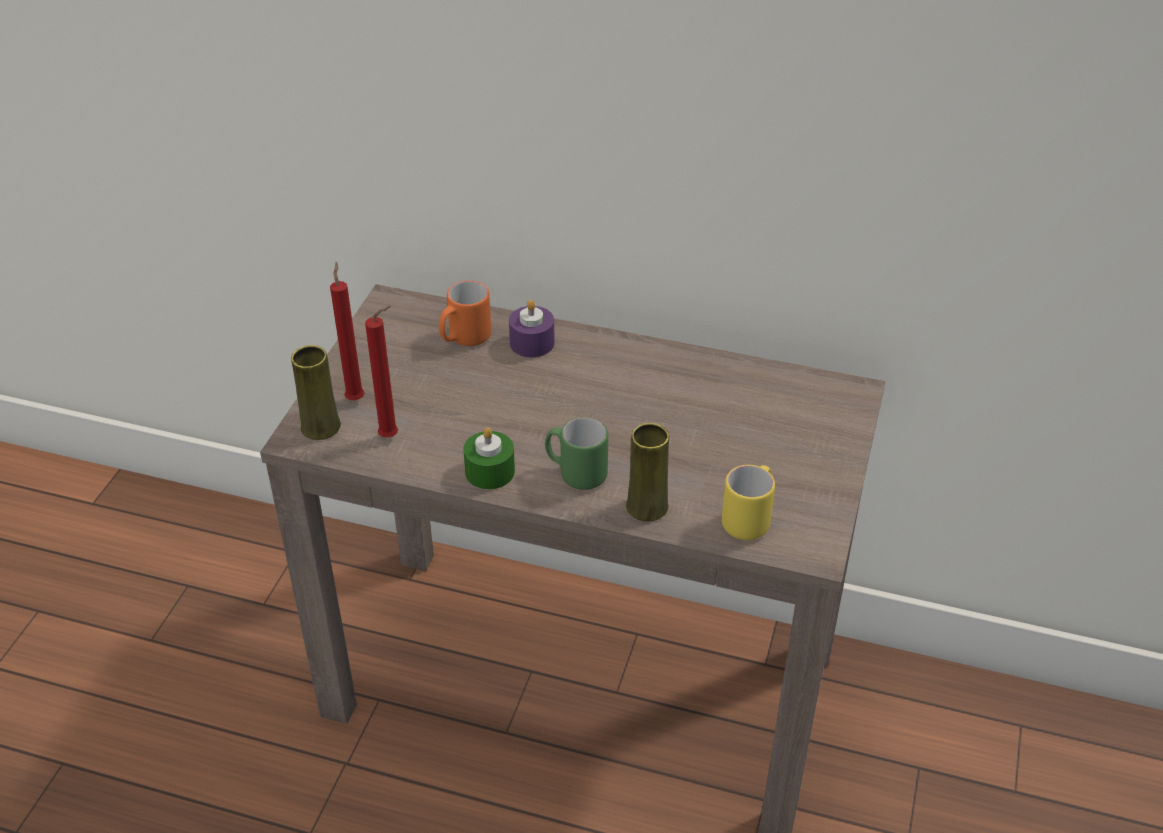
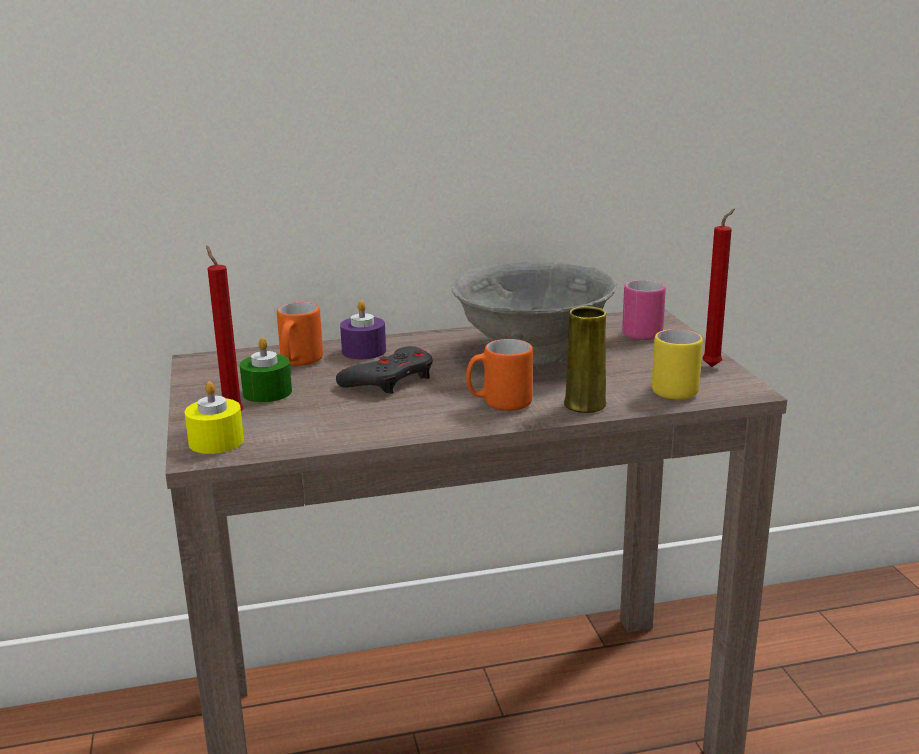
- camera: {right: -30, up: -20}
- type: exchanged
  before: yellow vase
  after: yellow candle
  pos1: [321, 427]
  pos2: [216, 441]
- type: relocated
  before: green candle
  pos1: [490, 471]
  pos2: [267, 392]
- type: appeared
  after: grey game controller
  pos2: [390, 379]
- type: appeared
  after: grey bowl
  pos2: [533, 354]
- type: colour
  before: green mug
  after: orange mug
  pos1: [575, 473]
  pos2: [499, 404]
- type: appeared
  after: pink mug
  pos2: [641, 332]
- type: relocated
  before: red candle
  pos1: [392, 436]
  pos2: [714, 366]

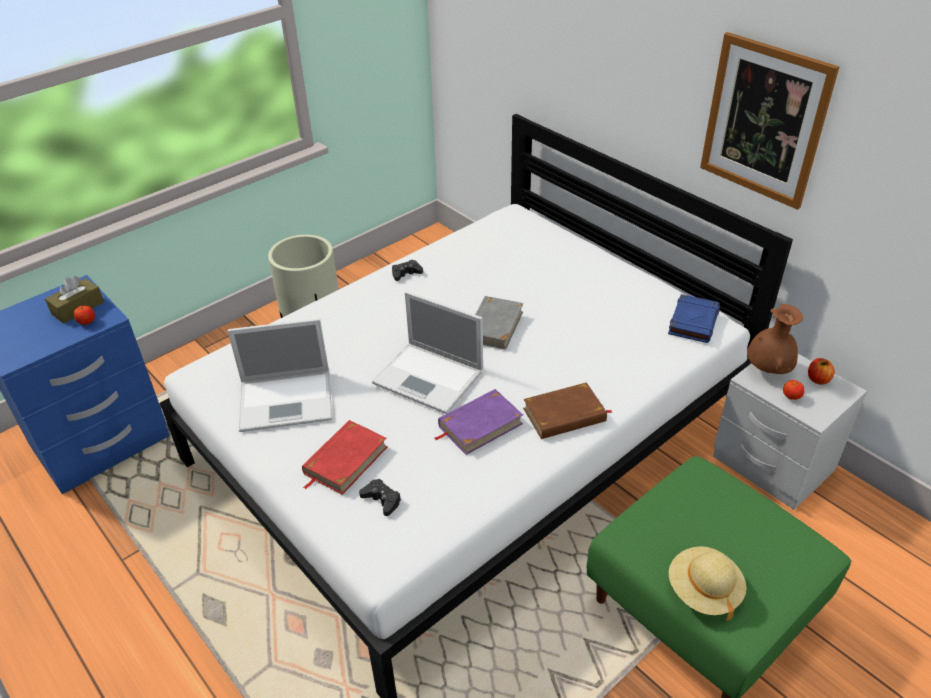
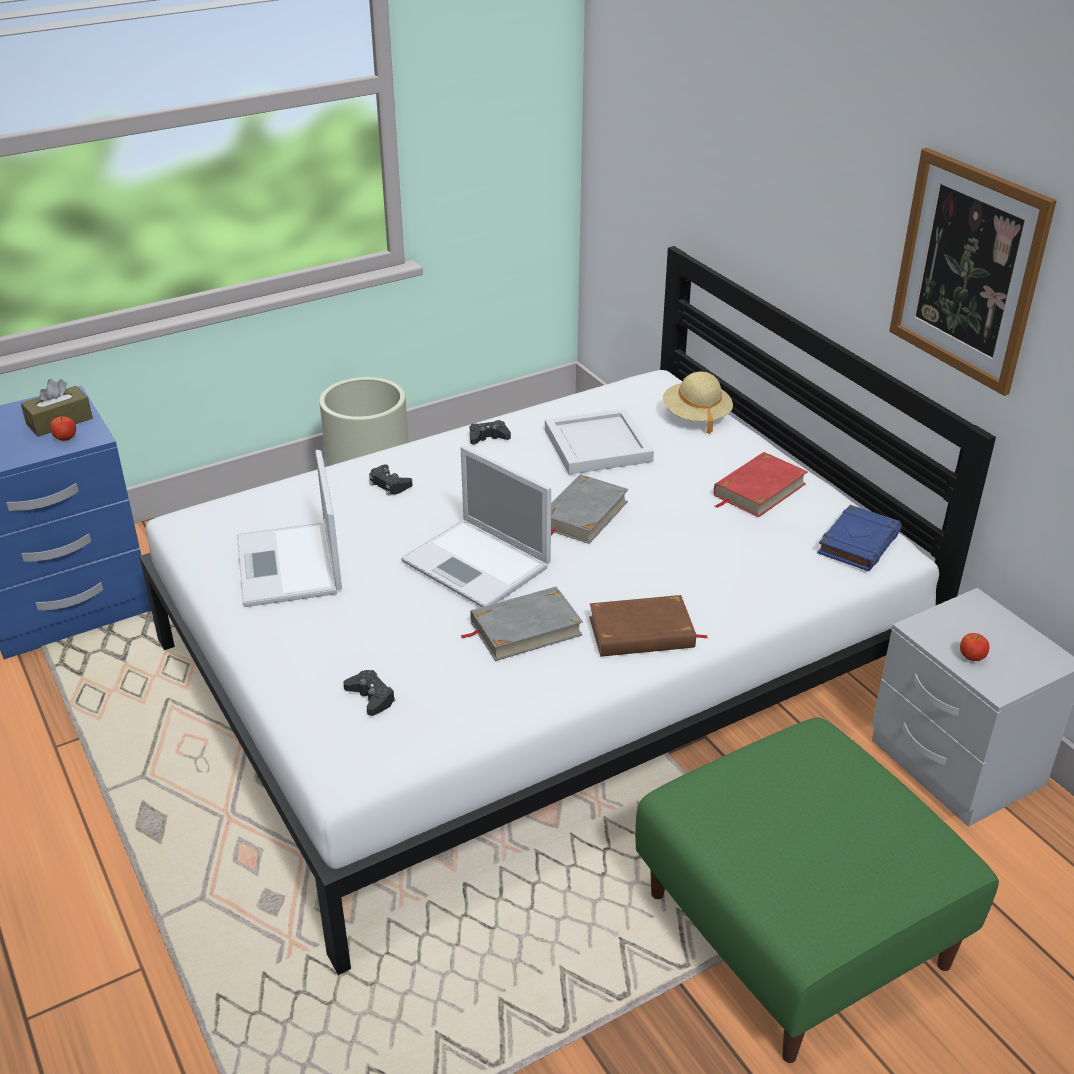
- camera: {right: 10, up: -5}
- type: spun
  before: laptop
  pos1: [288, 400]
  pos2: [290, 566]
  turn: 75
- type: appeared
  after: black game controller
  pos2: [389, 484]
- type: colour
  before: purple book
  after: grey book
  pos1: [479, 425]
  pos2: [525, 628]
- type: appeared
  after: white tray
  pos2: [596, 445]
- type: relocated
  before: beige hat
  pos1: [703, 590]
  pos2: [696, 416]
- type: relocated
  before: red book
  pos1: [345, 460]
  pos2: [758, 489]
- type: missing
  before: brown vase
  pos1: [768, 370]
- type: missing
  before: apple
  pos1: [818, 379]

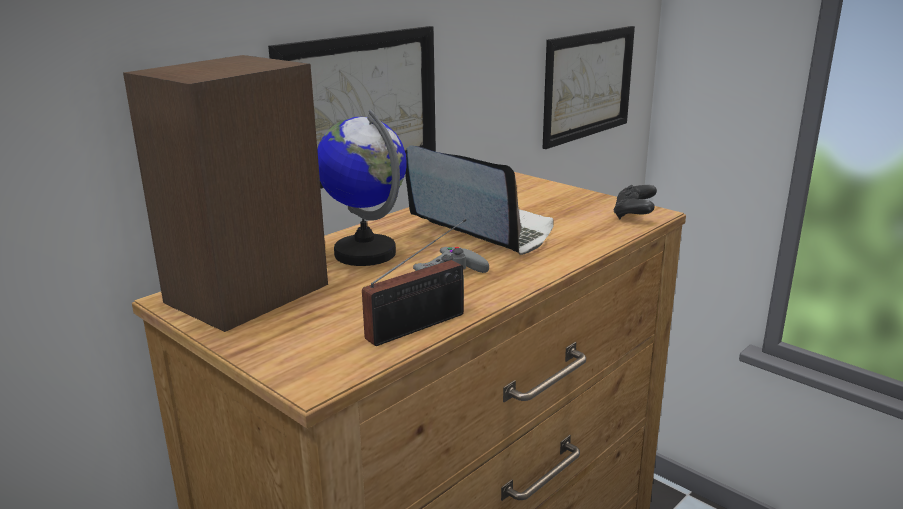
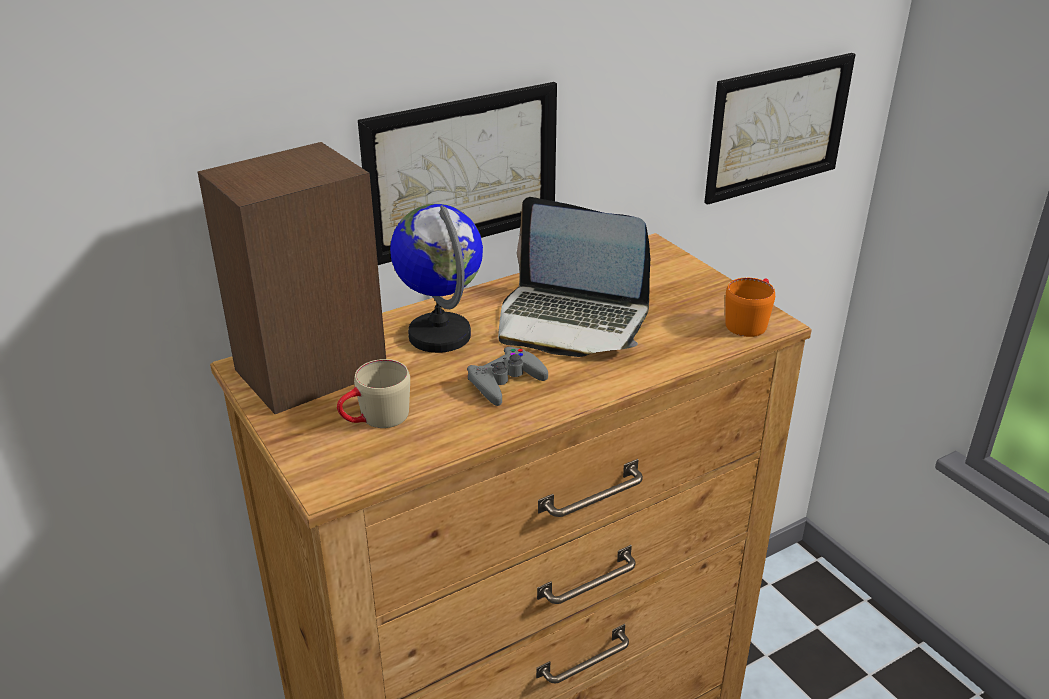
- camera: {right: 15, up: 10}
- type: appeared
  after: beige mug
  pos2: [375, 419]
- type: spun
  before: laptop
  pos1: [481, 230]
  pos2: [571, 321]
  turn: 150
- type: exchanged
  before: black game controller
  after: orange mug
  pos1: [634, 214]
  pos2: [749, 321]
- type: missing
  before: radio
  pos1: [421, 325]

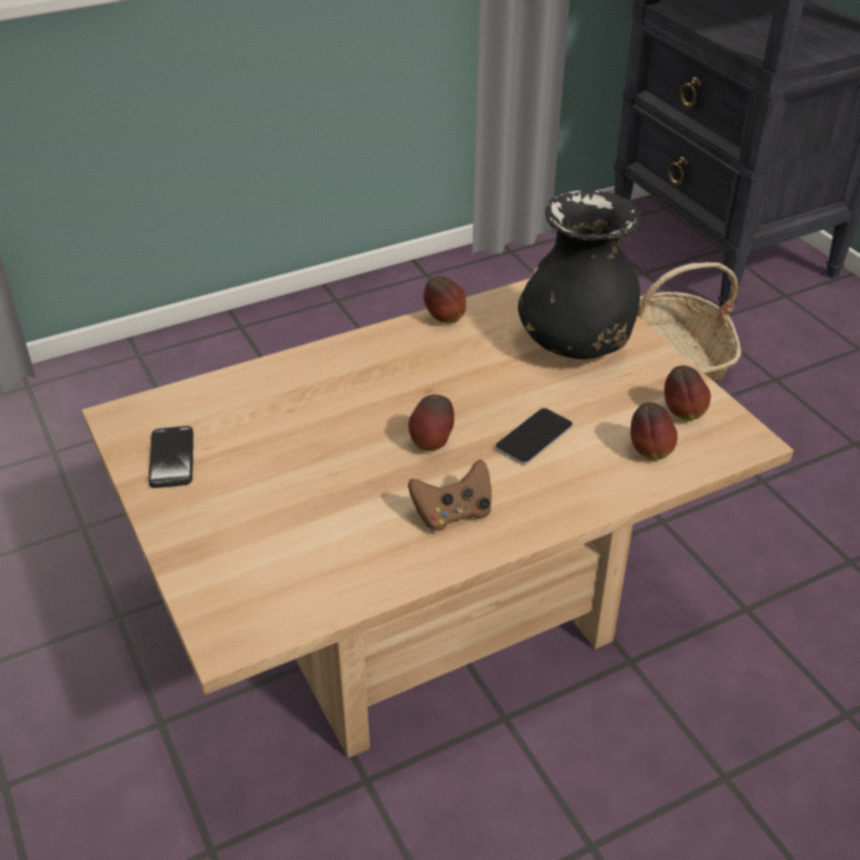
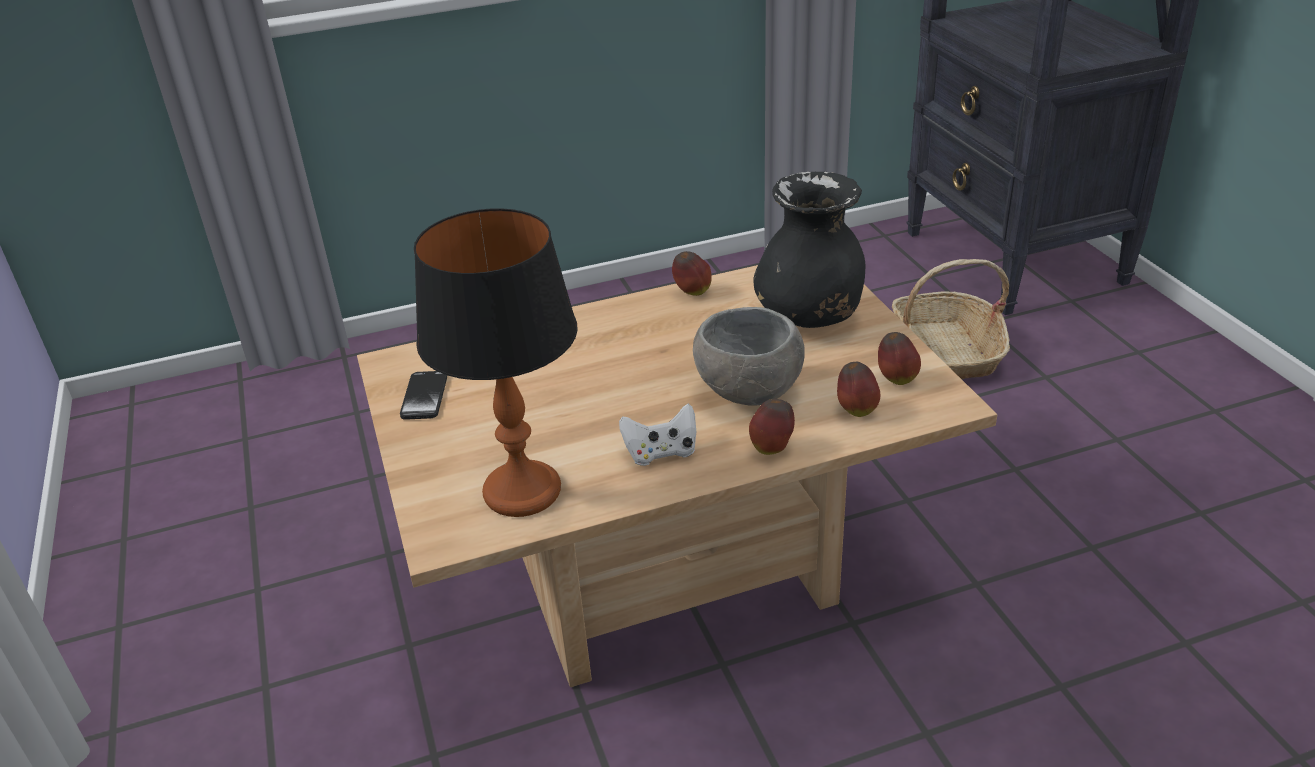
- camera: {right: 10, up: -5}
- type: appeared
  after: table lamp
  pos2: [522, 492]
- type: colour
  before: brown game controller
  after: white game controller
  pos1: [453, 514]
  pos2: [661, 453]
- type: exchanged
  before: phone
  after: grey bowl
  pos1: [534, 437]
  pos2: [751, 393]
- type: relocated
  before: apple
  pos1: [432, 444]
  pos2: [772, 448]

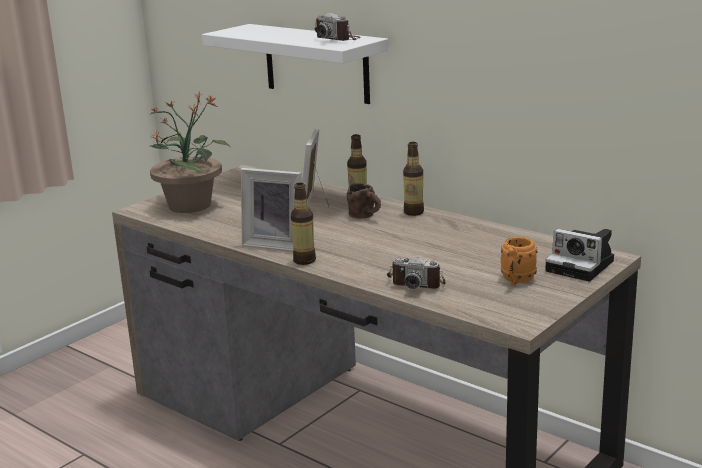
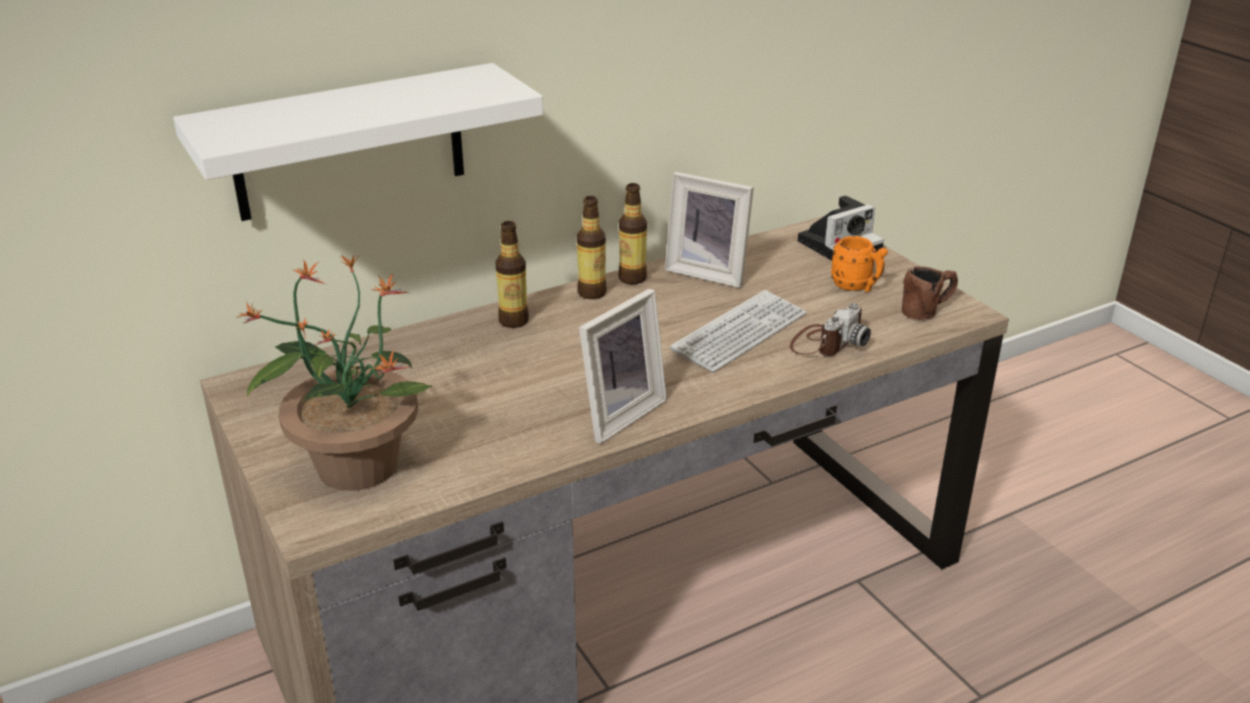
- camera: {right: -70, up: 10}
- type: relocated
  before: bottle
  pos1: [304, 260]
  pos2: [632, 278]
- type: relocated
  before: picture frame
  pos1: [317, 204]
  pos2: [709, 272]
- type: appeared
  after: keyboard
  pos2: [740, 333]
- type: relocated
  before: brown mug
  pos1: [366, 217]
  pos2: [928, 310]
- type: missing
  before: photo camera
  pos1: [337, 39]

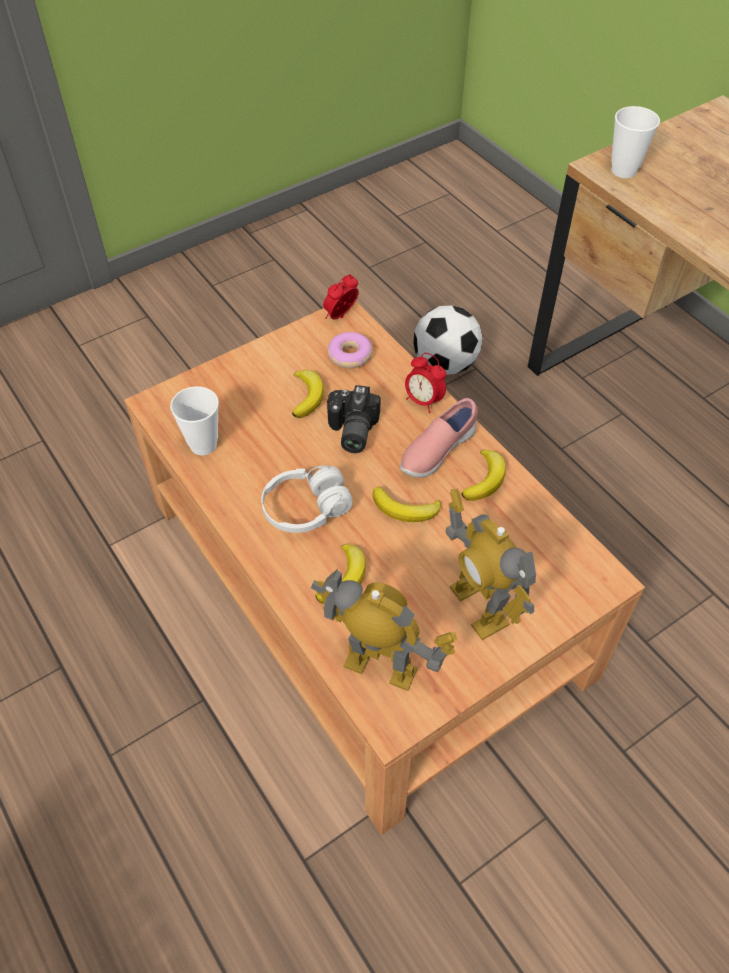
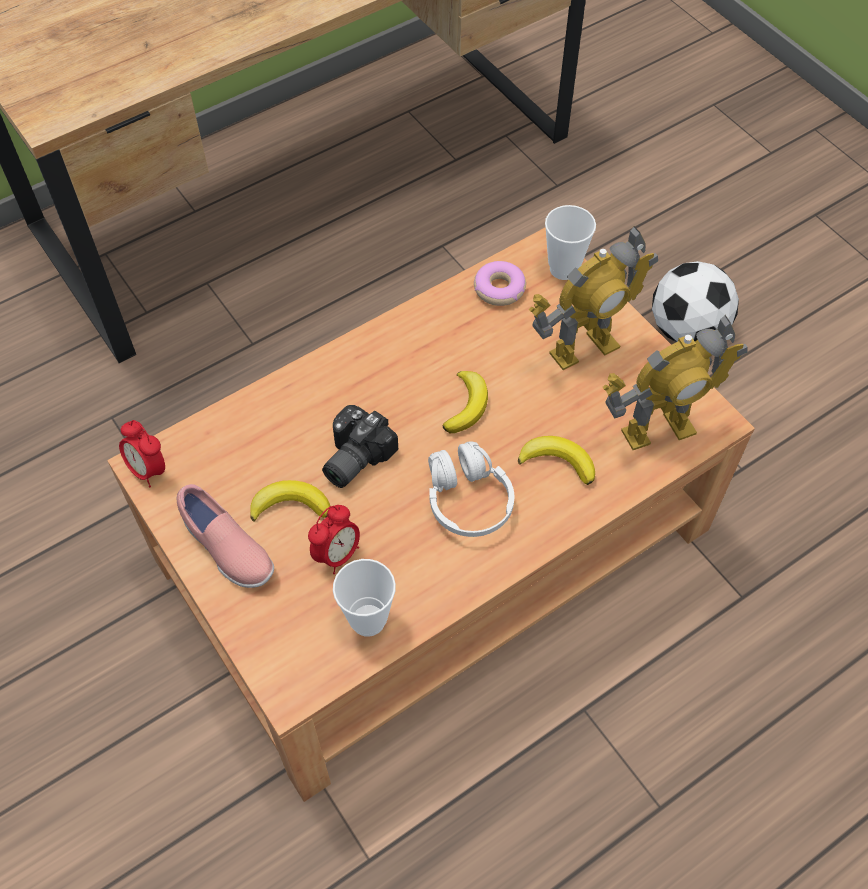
- camera: {right: -90, up: 5}
- type: relocated
  before: pink shoe
  pos1: [436, 451]
  pos2: [226, 549]
- type: relocated
  before: alarm clock
  pos1: [423, 401]
  pos2: [337, 554]
- type: spun
  before: photo camera
  pos1: [350, 431]
  pos2: [352, 457]
  turn: 120
- type: relocated
  before: donut
  pos1: [349, 355]
  pos2: [499, 289]
- type: relocated
  before: cup
  pos1: [623, 170]
  pos2: [563, 269]
- type: spun
  before: toy robot
  pos1: [380, 666]
  pos2: [657, 430]
  turn: -135
- type: relocated
  before: football
  pos1: [445, 364]
  pos2: [687, 329]
- type: missing
  before: banana
  pos1: [485, 479]

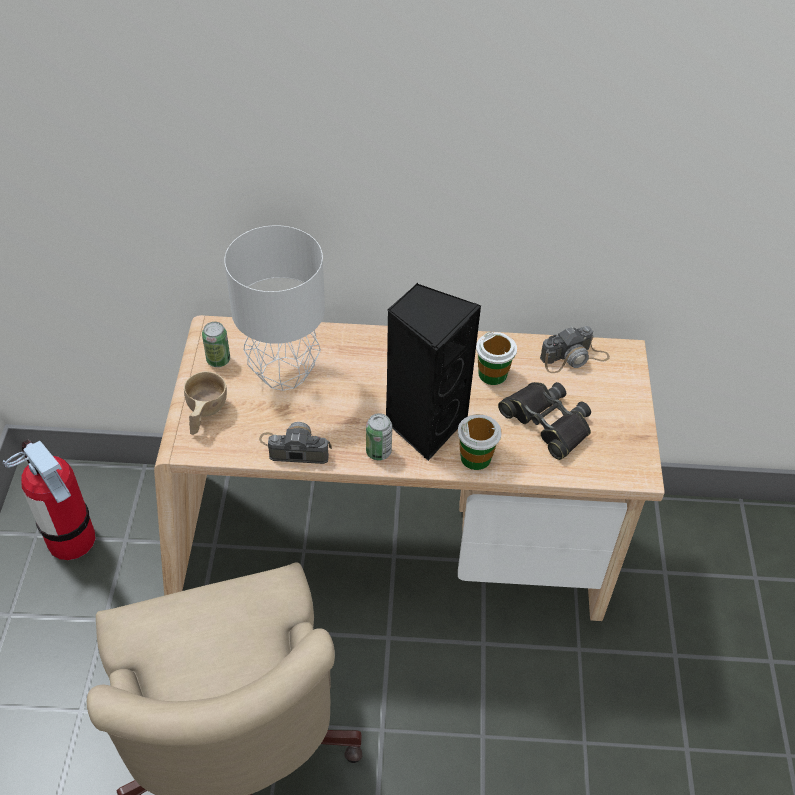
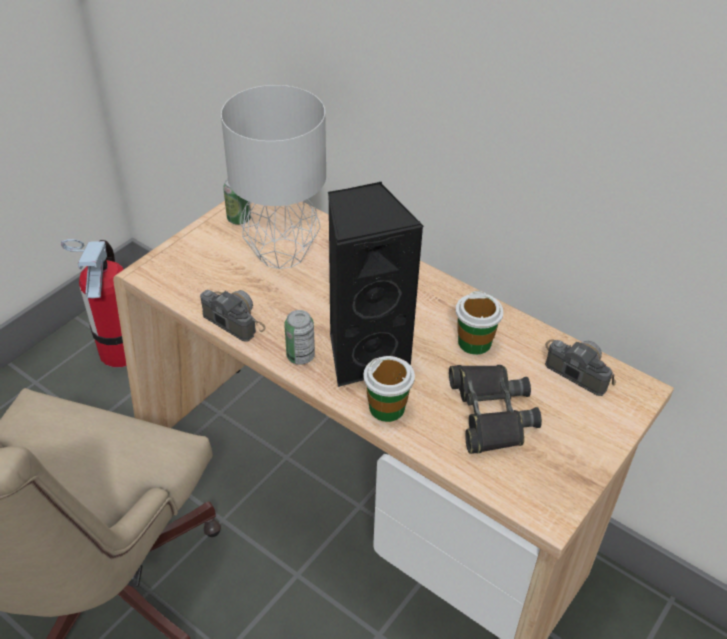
- camera: {right: 35, up: -5}
- type: spun
  before: photo camera
  pos1: [574, 357]
  pos2: [576, 367]
  turn: -150
- type: missing
  before: beige cup
  pos1: [204, 414]

